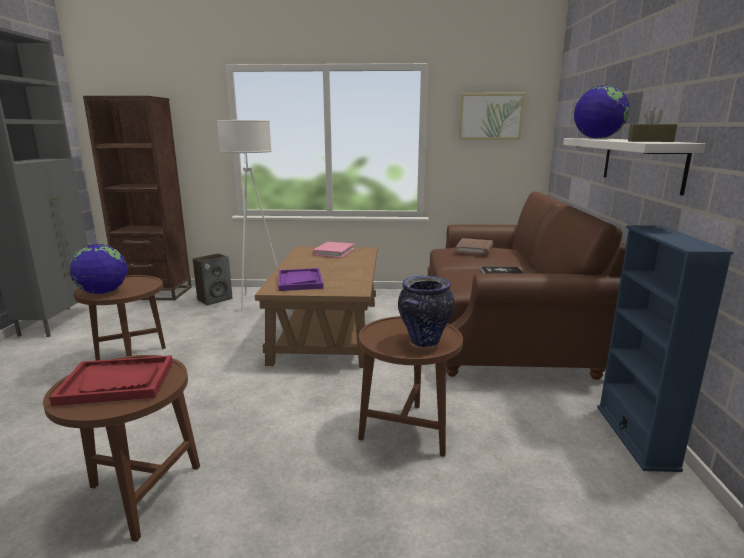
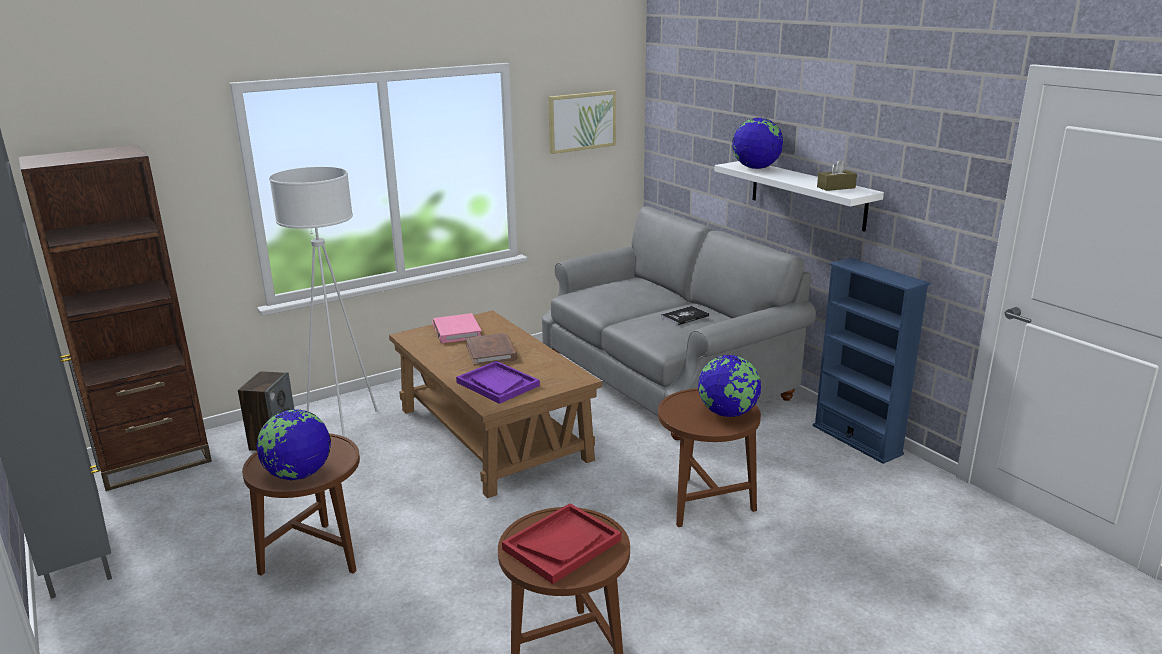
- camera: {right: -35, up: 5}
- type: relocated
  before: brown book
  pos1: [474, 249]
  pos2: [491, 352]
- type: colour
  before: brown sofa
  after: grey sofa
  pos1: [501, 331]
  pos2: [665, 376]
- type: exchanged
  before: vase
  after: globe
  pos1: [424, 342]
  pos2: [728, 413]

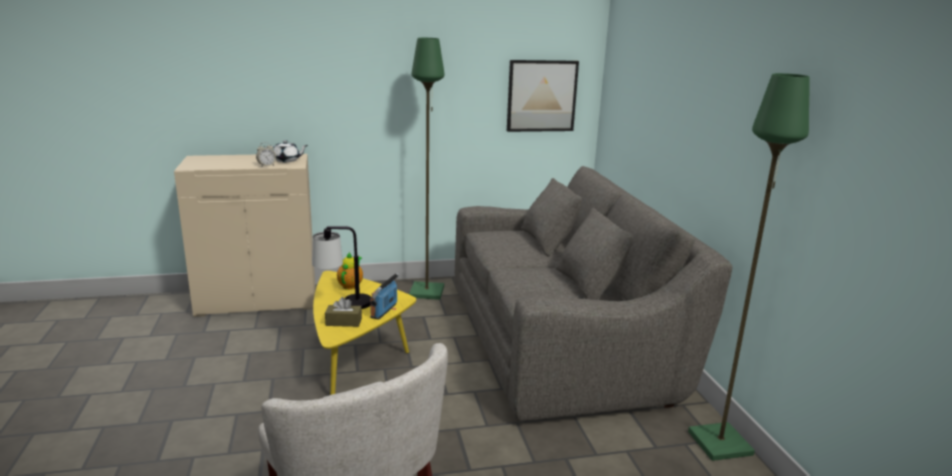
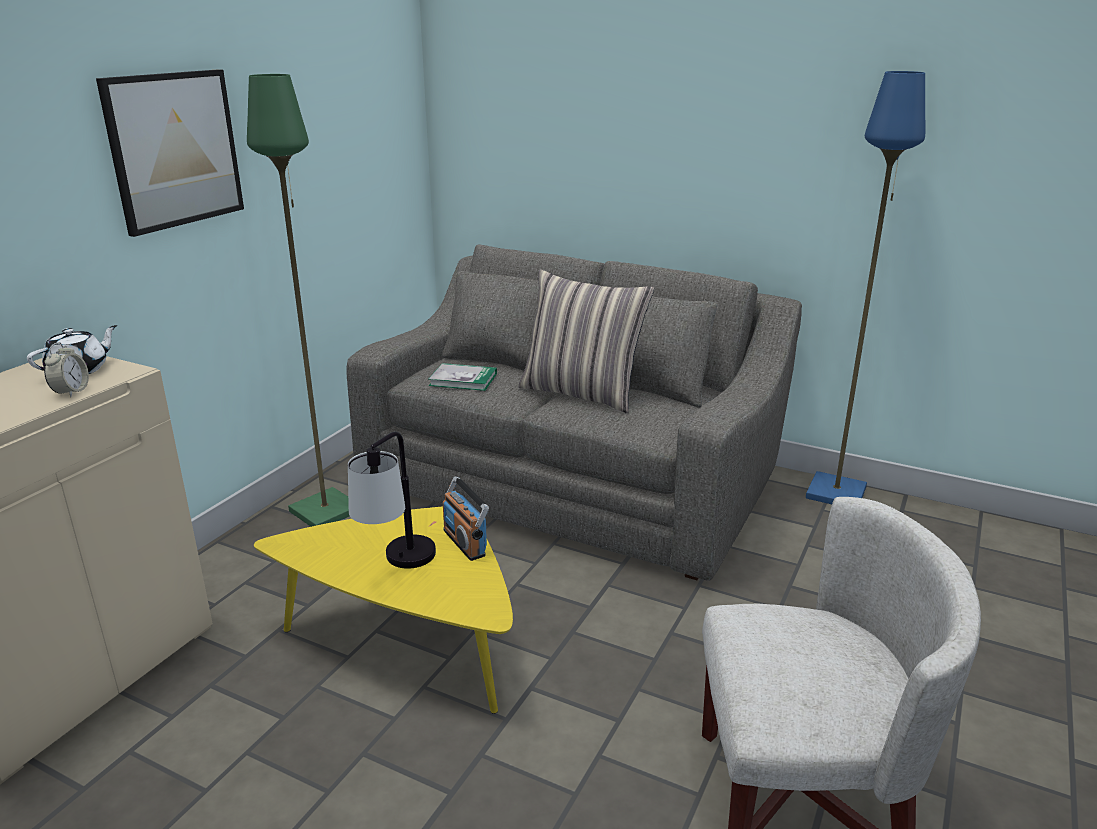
- camera: {right: -50, up: 5}
- type: relocated
  before: picture
  pos1: [541, 96]
  pos2: [174, 150]
- type: appeared
  after: book
  pos2: [463, 380]
- type: appeared
  after: pillow
  pos2: [582, 393]
- type: colour
  before: green floor lamp
  after: blue floor lamp
  pos1: [721, 443]
  pos2: [837, 492]
- type: missing
  before: brown tissue box
  pos1: [343, 322]
- type: missing
  before: teapot
  pos1: [351, 285]

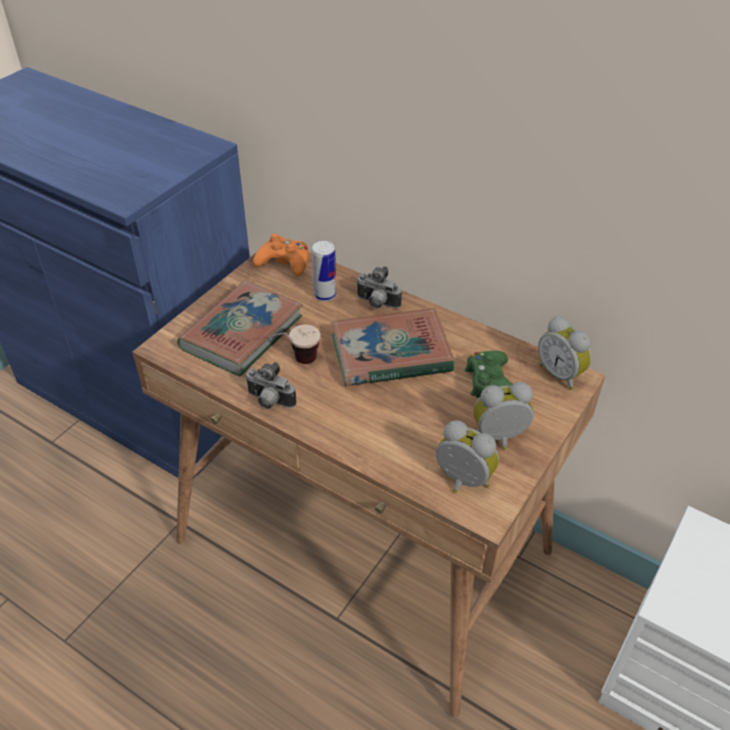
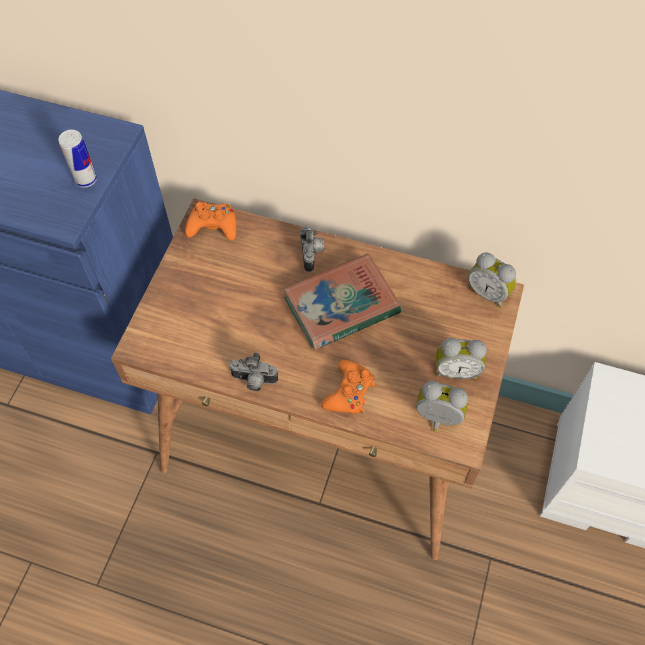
- camera: {right: -15, up: 15}
- type: relocated
  before: can
  pos1: [325, 295]
  pos2: [86, 180]
- type: spun
  before: photo camera
  pos1: [376, 304]
  pos2: [312, 254]
  turn: -105
- type: appeared
  after: orange game controller
  pos2: [349, 392]
- type: spun
  before: alarm clock
  pos1: [500, 439]
  pos2: [456, 370]
  turn: -150
- type: missing
  before: book
  pos1: [242, 333]
- type: missing
  before: cup
  pos1: [295, 363]
- type: missing
  before: green game controller
  pos1: [489, 382]

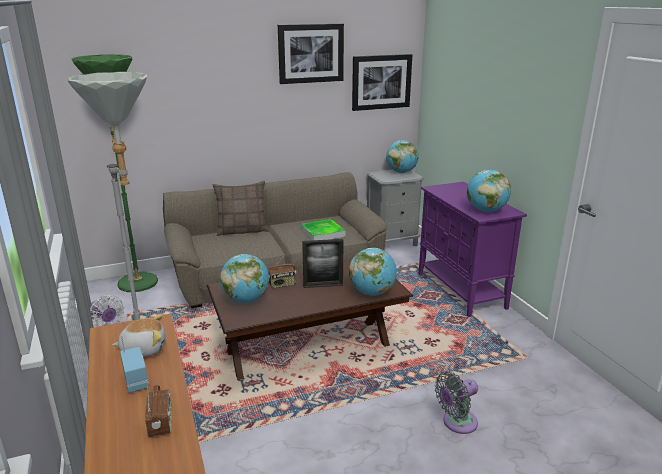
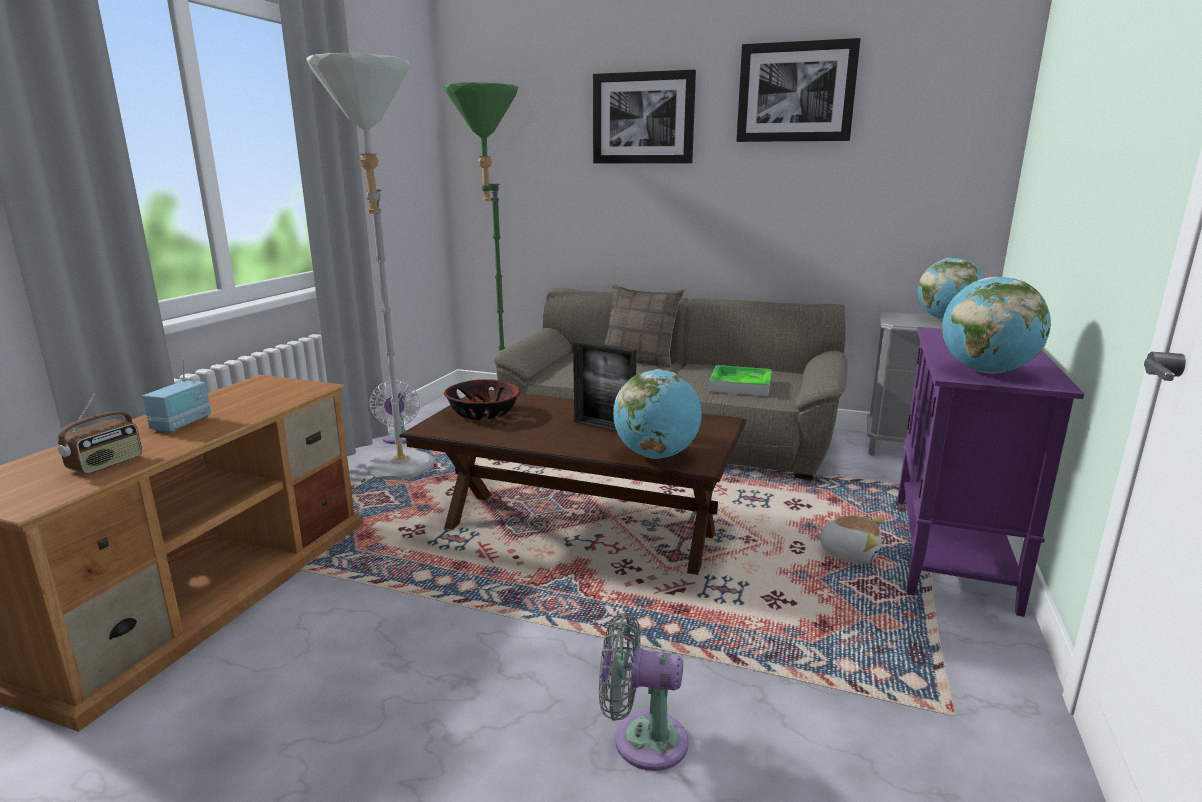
- camera: {right: 40, up: -5}
- type: exchanged
  before: globe
  after: bowl
  pos1: [246, 300]
  pos2: [484, 413]
- type: relocated
  before: picture
  pos1: [381, 82]
  pos2: [643, 118]
- type: relocated
  before: plush toy
  pos1: [143, 349]
  pos2: [848, 553]
- type: missing
  before: radio
  pos1: [282, 284]

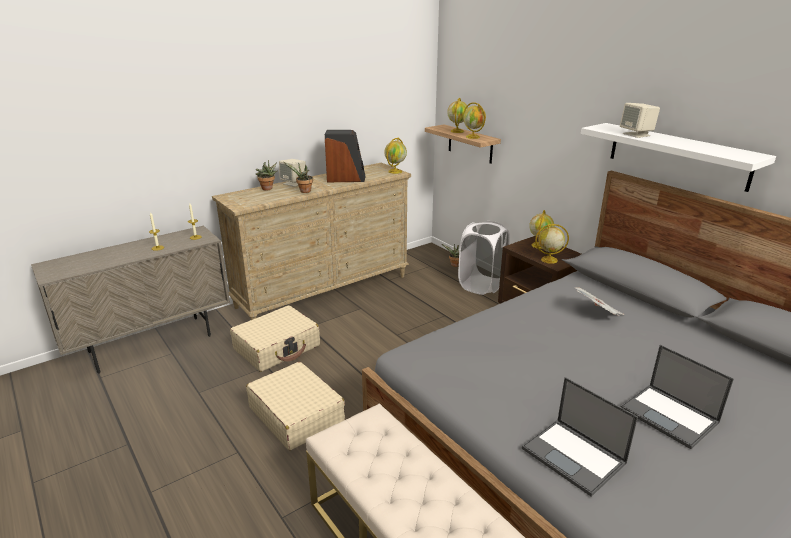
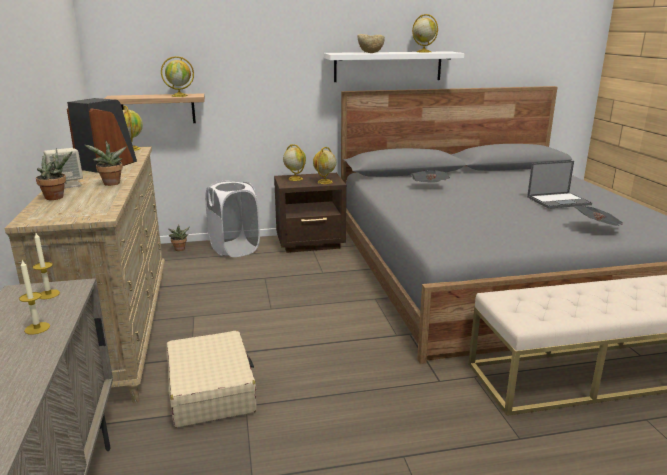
- camera: {right: -65, up: -5}
- type: exchanged
  before: beige speaker
  after: beige bowl
  pos1: [636, 134]
  pos2: [370, 53]
- type: relocated
  before: globe
  pos1: [457, 131]
  pos2: [423, 52]
- type: exchanged
  before: laptop
  after: newspaper
  pos1: [574, 456]
  pos2: [597, 229]
- type: missing
  before: beige suitcase
  pos1: [296, 414]

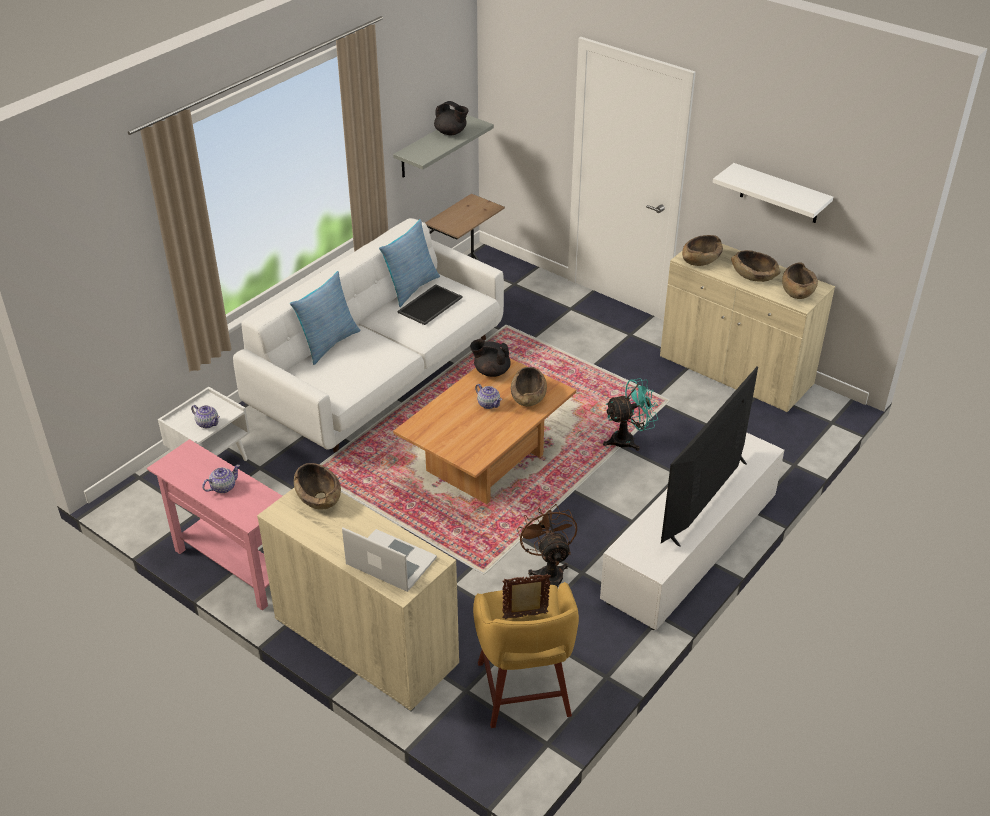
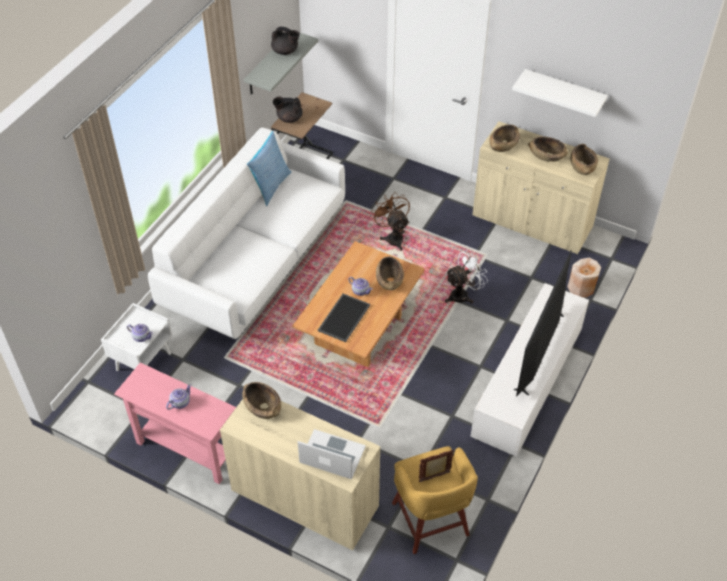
- camera: {right: -10, up: 10}
- type: relocated
  before: black teapot
  pos1: [491, 371]
  pos2: [289, 118]
- type: relocated
  before: tray
  pos1: [429, 304]
  pos2: [343, 317]
- type: relocated
  before: brown fan
  pos1: [548, 572]
  pos2: [393, 237]
- type: colour
  before: turquoise fan
  after: white fan
  pos1: [628, 440]
  pos2: [463, 294]
- type: appeared
  after: beige vase
  pos2: [581, 287]
- type: missing
  before: pillow
  pos1: [328, 343]

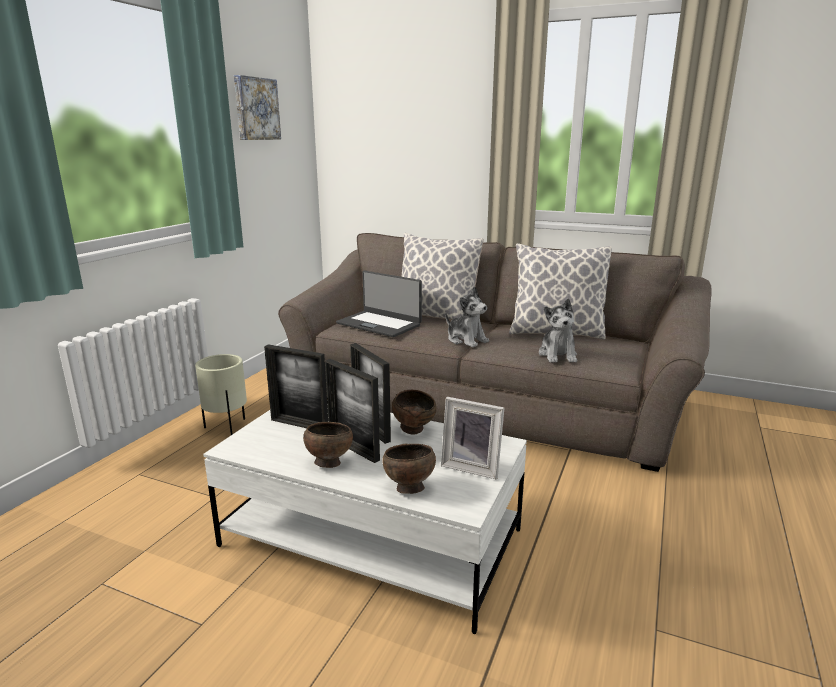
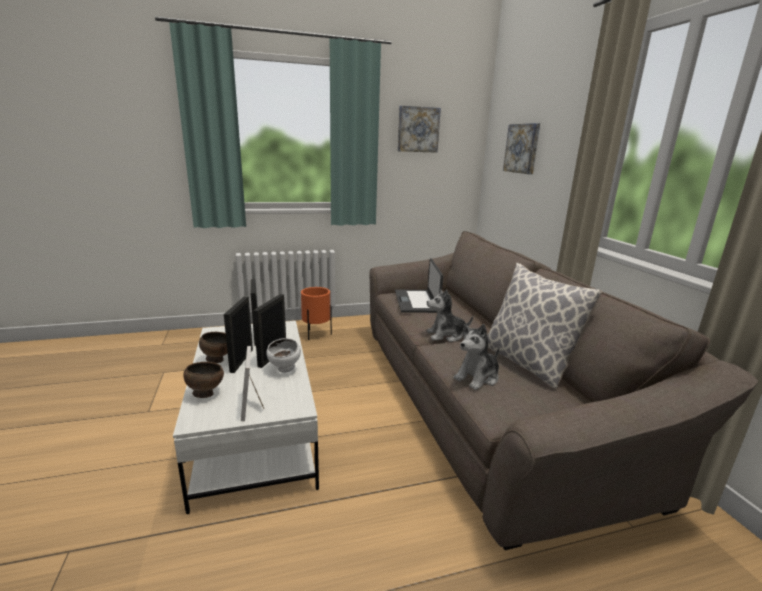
- camera: {right: 50, up: 0}
- type: colour
  before: brown bowl
  after: white bowl
  pos1: [414, 430]
  pos2: [285, 370]
- type: colour
  before: beige planter
  after: orange planter
  pos1: [227, 428]
  pos2: [316, 335]
- type: spun
  before: plush toy
  pos1: [466, 340]
  pos2: [446, 335]
  turn: 75
- type: appeared
  after: picture
  pos2: [522, 148]
- type: missing
  before: pillow
  pos1: [435, 316]

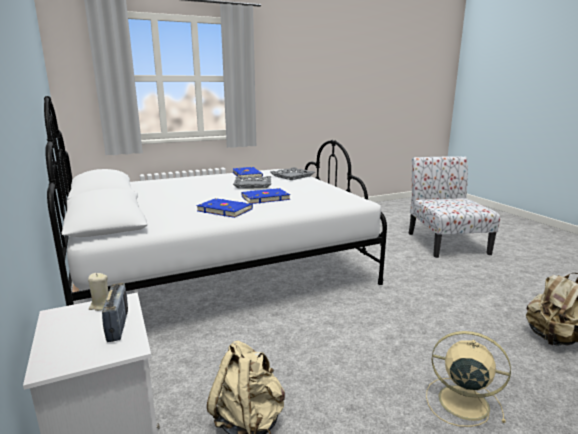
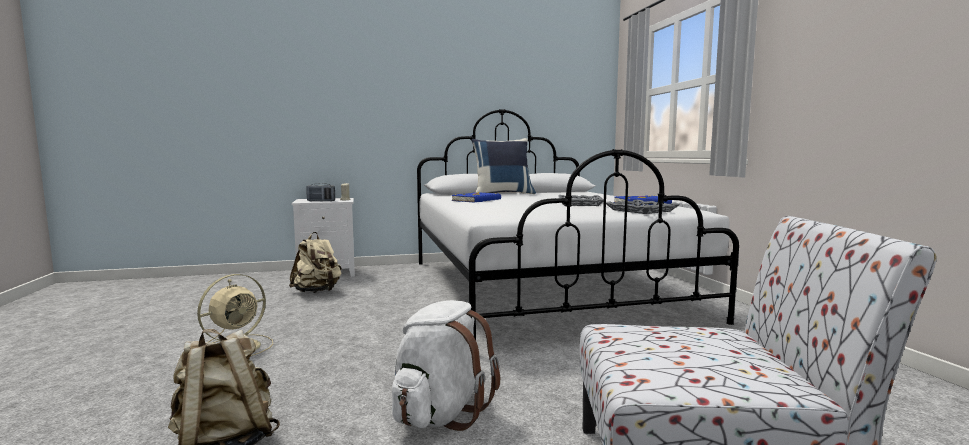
- camera: {right: 100, up: -10}
- type: appeared
  after: white backpack
  pos2: [441, 413]
- type: appeared
  after: blue pillow
  pos2: [503, 194]
- type: missing
  before: blue book
  pos1: [265, 198]

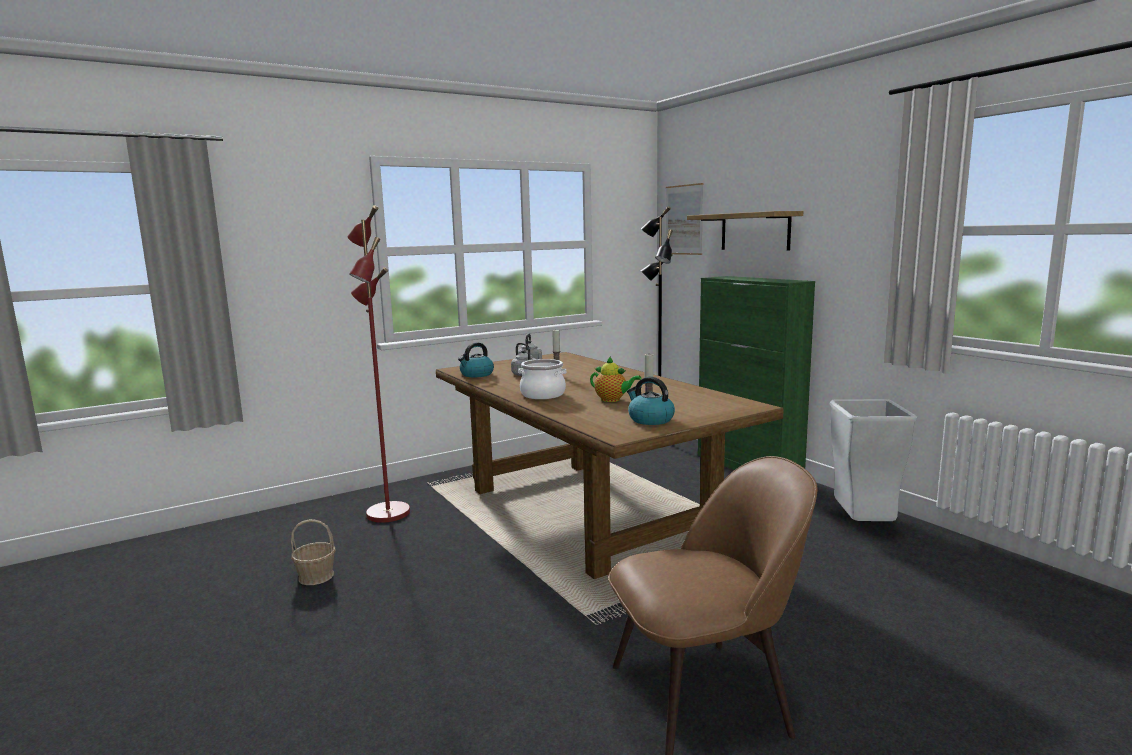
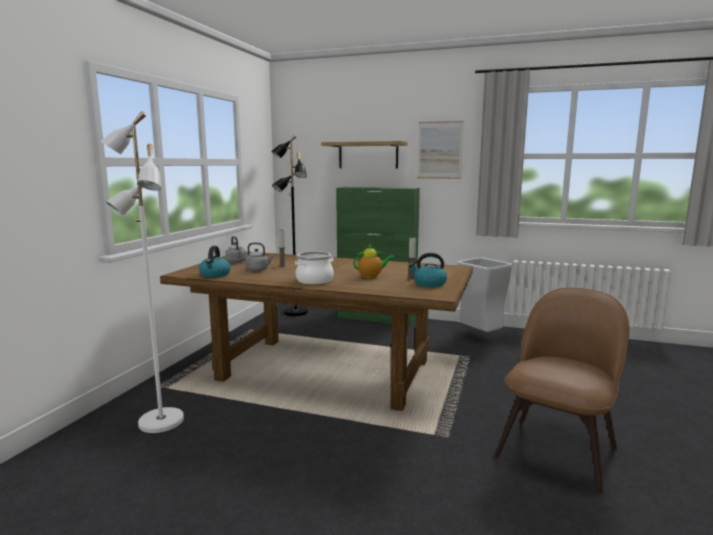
- camera: {right: -40, up: 0}
- type: colour
  before: red floor lamp
  after: white floor lamp
  pos1: [386, 513]
  pos2: [159, 422]
- type: relocated
  before: picture
  pos1: [684, 220]
  pos2: [439, 150]
- type: missing
  before: basket
  pos1: [316, 576]

